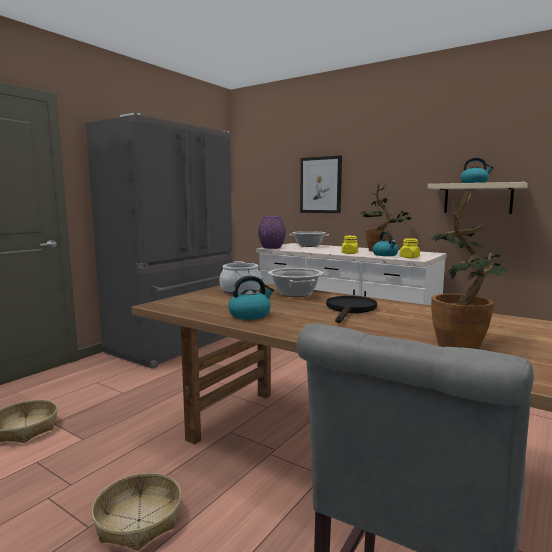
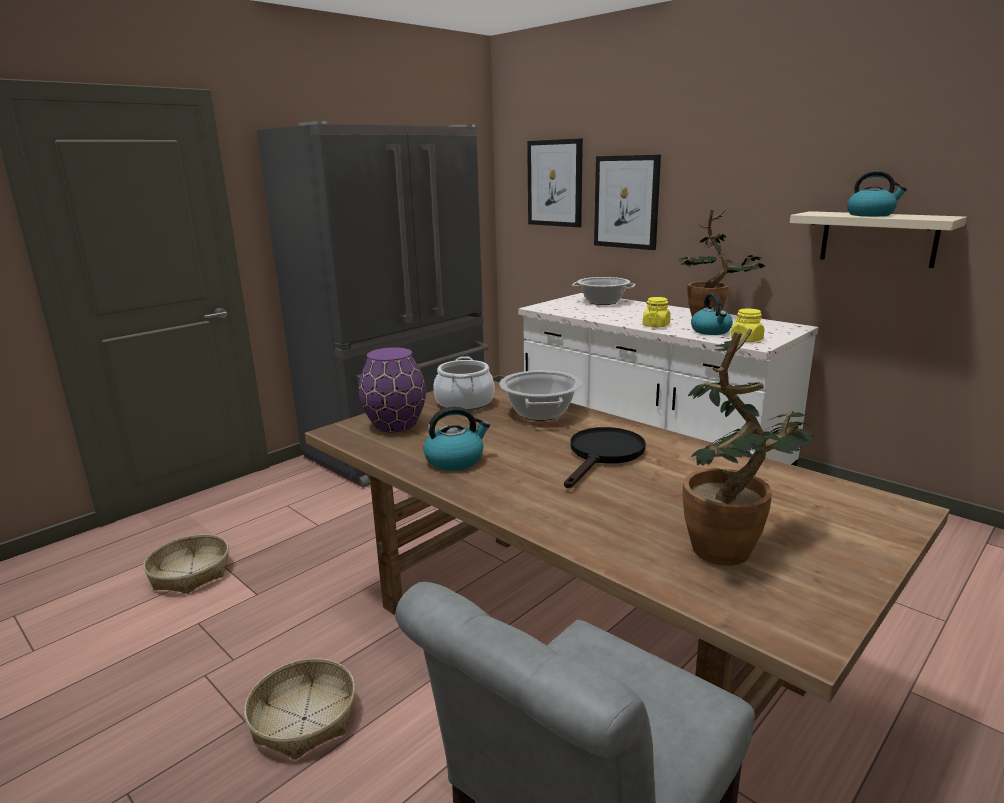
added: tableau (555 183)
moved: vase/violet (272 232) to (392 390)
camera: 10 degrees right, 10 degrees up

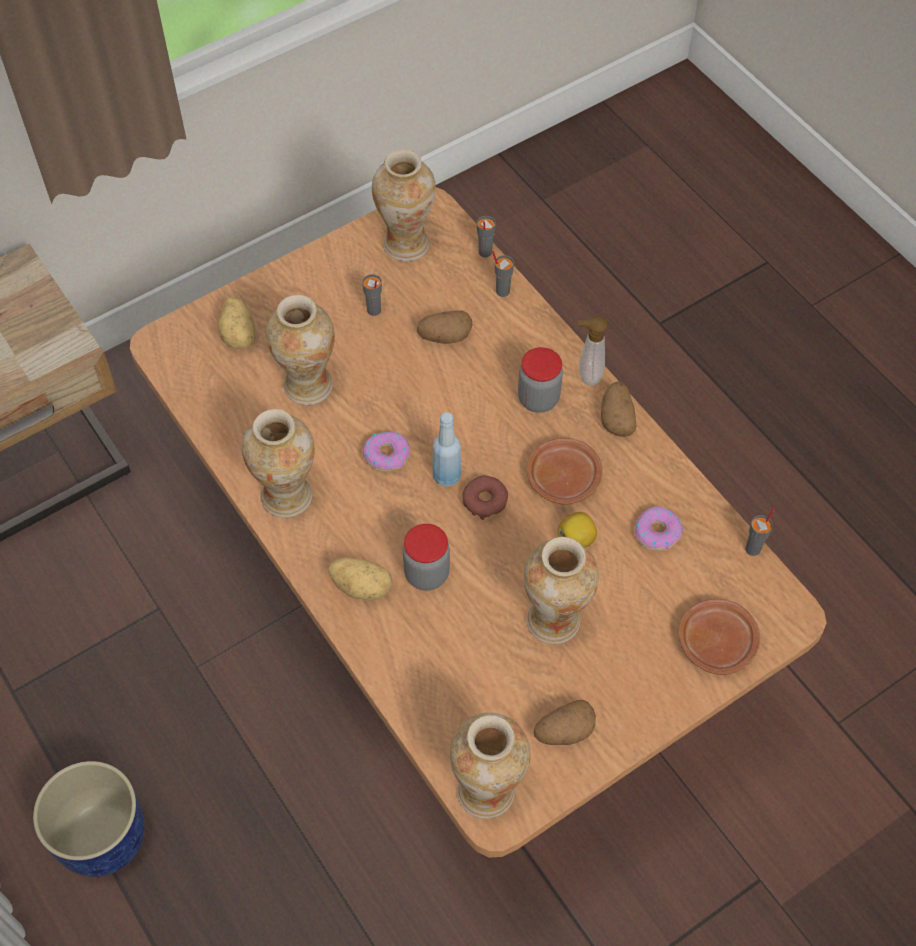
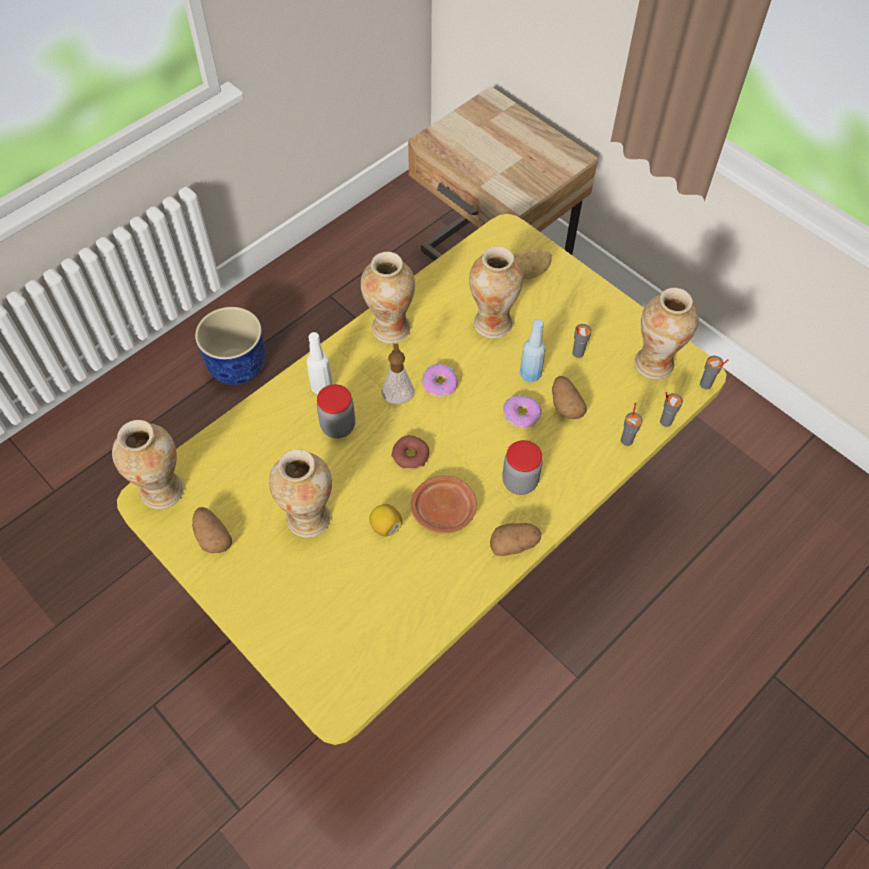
removed: assiette/marron (719 637)
moved: distributeur de savon (593 351) to (398 374); beignet (658 529) to (522 412); bouteille/bleu (446 449) to (533 350); tasse/gris (760 531) to (714 372)
replaced: pomme de terre (360 578) to bouteille/blanc (319 363)
recoloured: table à manger/marron (478 522) to table à manger/jaune (421 479)
camera: 80 degrees right, 0 degrees up

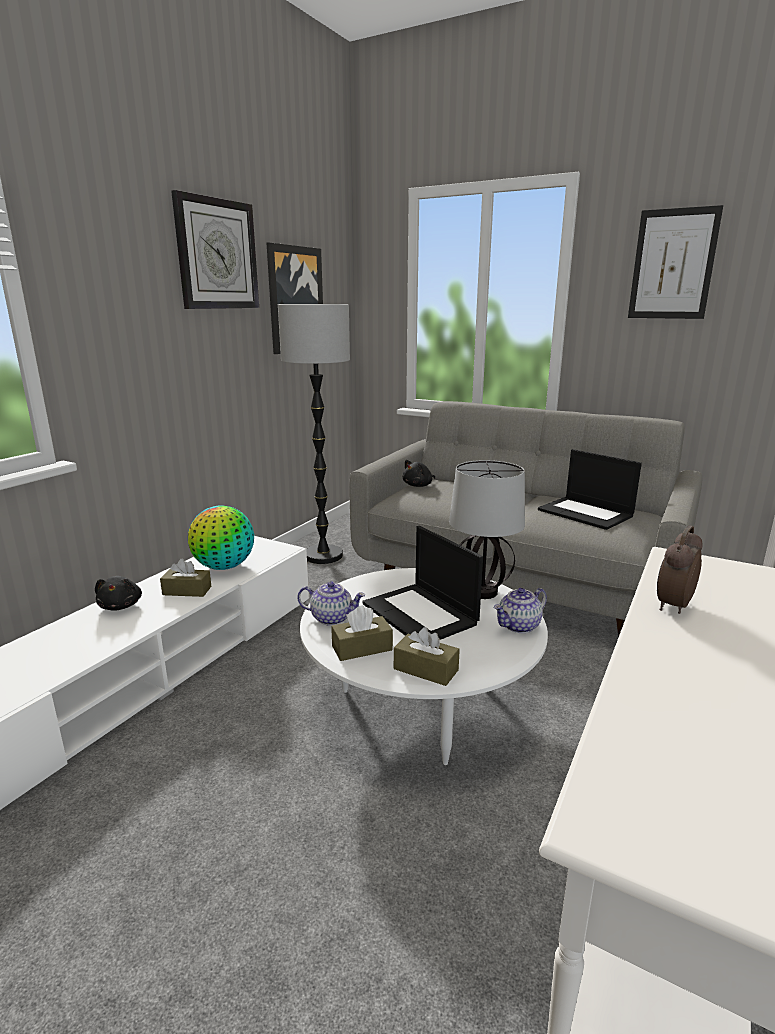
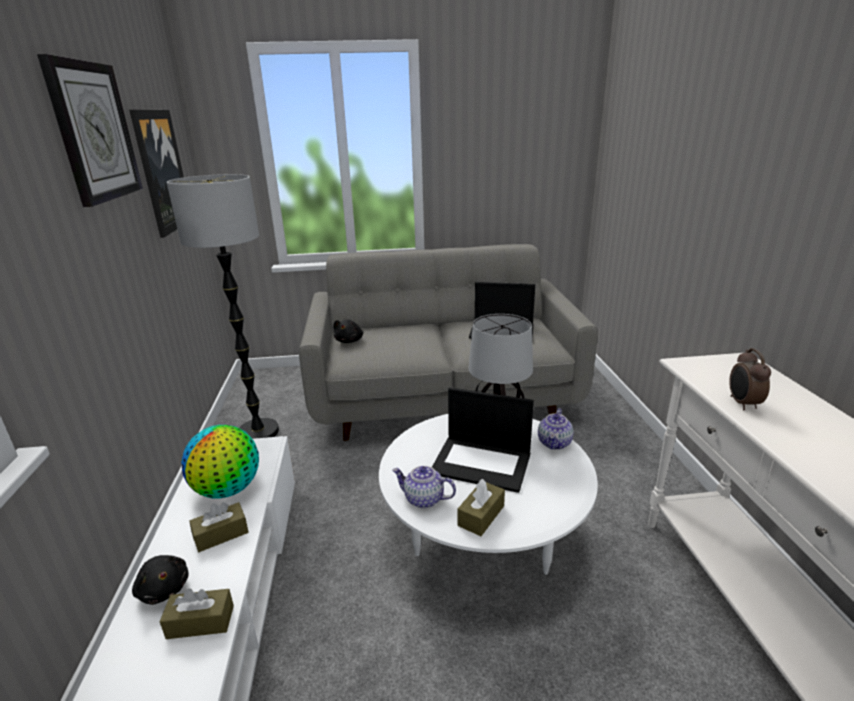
removed: tableau (675 262)
moved: boîte à mouchoirs/marron (427 656) to (197 614)
turned: théière (331 603) = (424 487) 135 degrees counterclockwise
camera: 35 degrees left, 5 degrees up

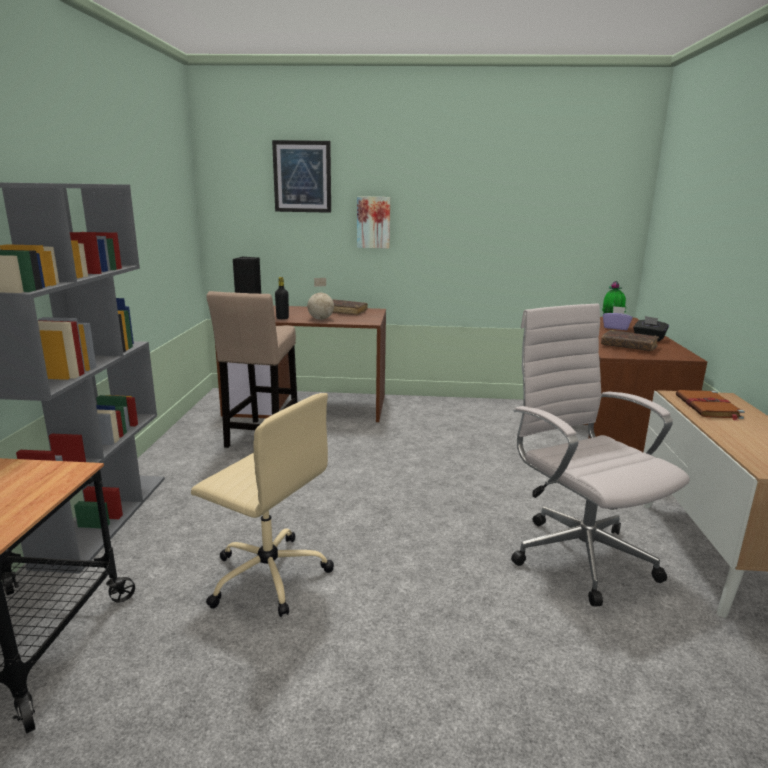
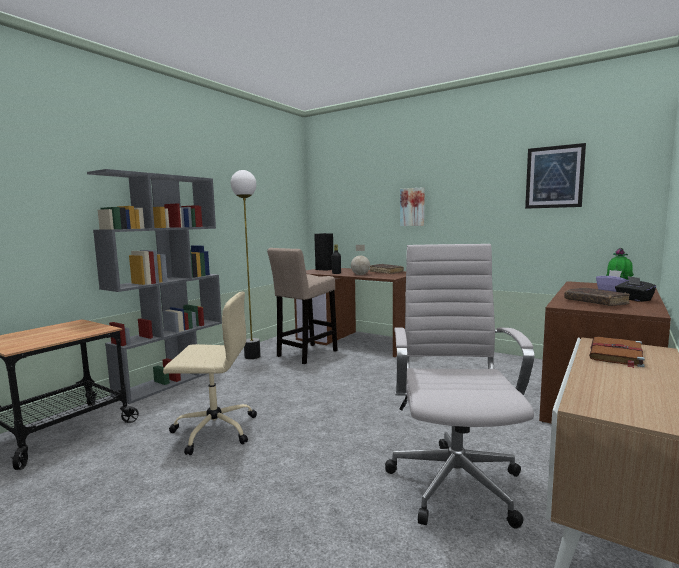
added: lampadaire (246 264)
moved: tableau (301 176) to (555 176)
turned: chaise de bureau/beige (262 505) = (210 373) 60 degrees counterclockwise
camera: 30 degrees right, 10 degrees down

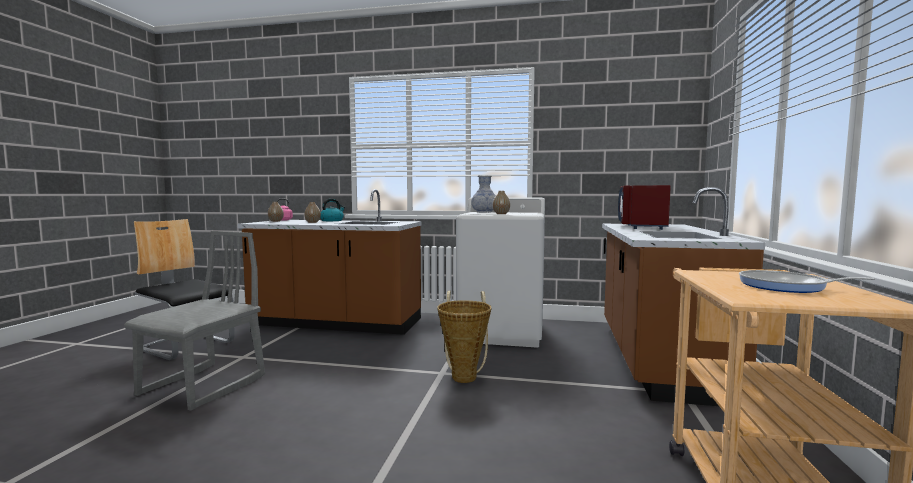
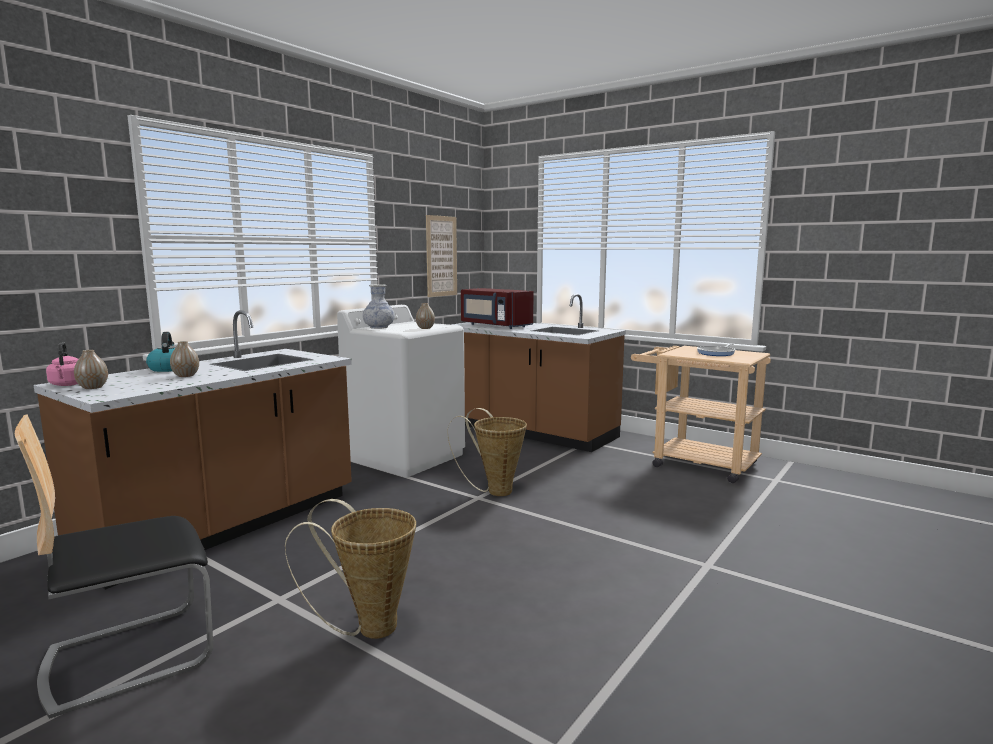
added: tableau (441 256)
replaced: chaise/gris (194 321) to panier (350 569)
camera: 65 degrees left, 5 degrees up

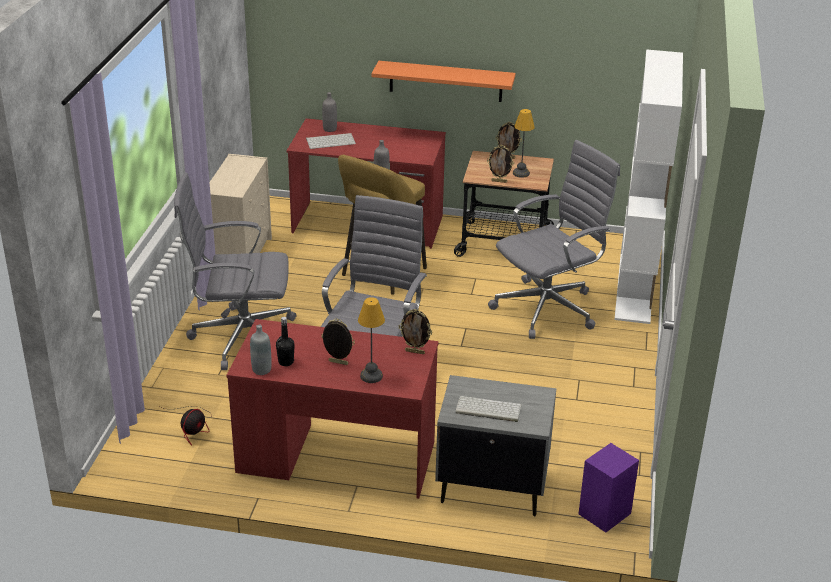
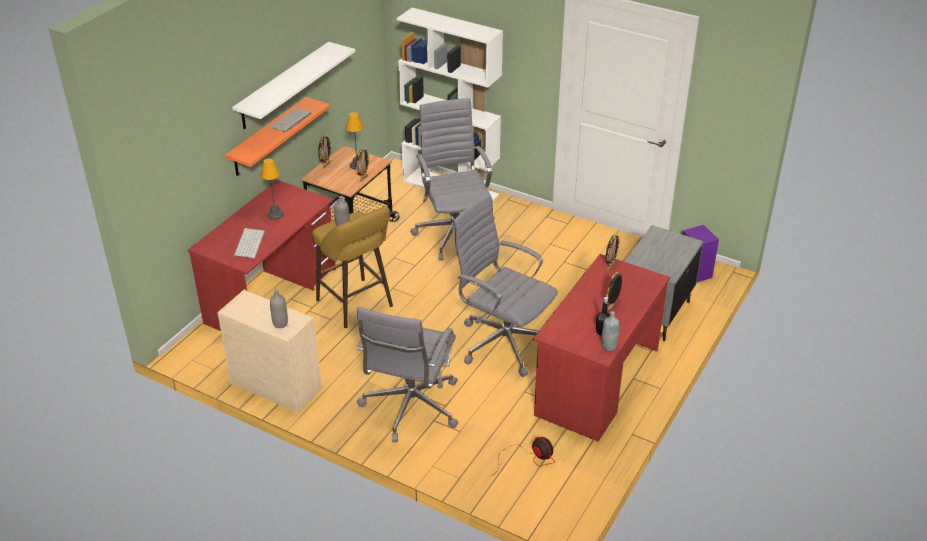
added: étagère/blanc (293 86)
moved: lampe de table (371 340) to (272 189); clavier (488 409) to (290 121); bouteille/gris (329 112) to (279 308)
camera: 70 degrees left, 5 degrees up

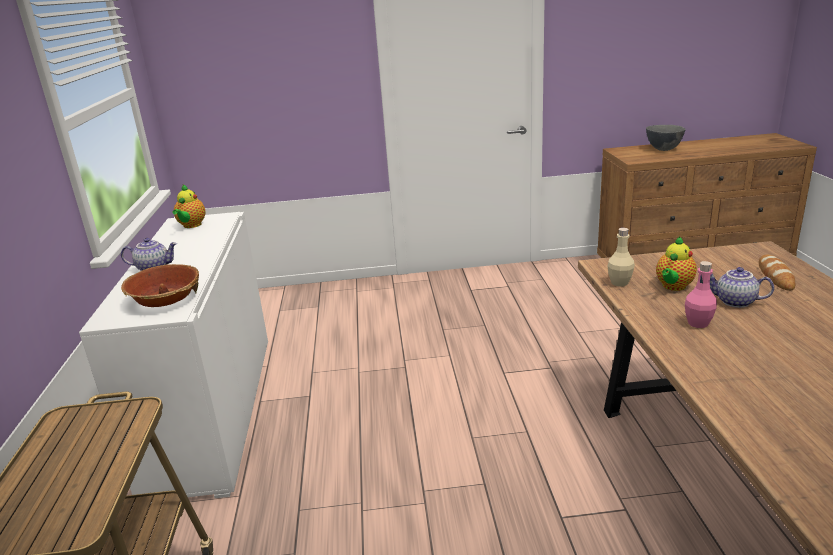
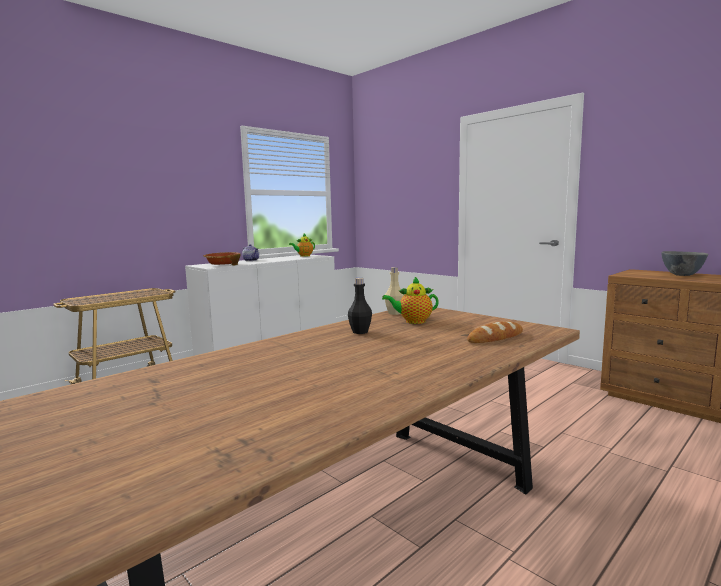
removed: théière (742 287)
recoloured: bouteille/rose (701 294) to bouteille/noir (360 306)
camera: 50 degrees right, 15 degrees down

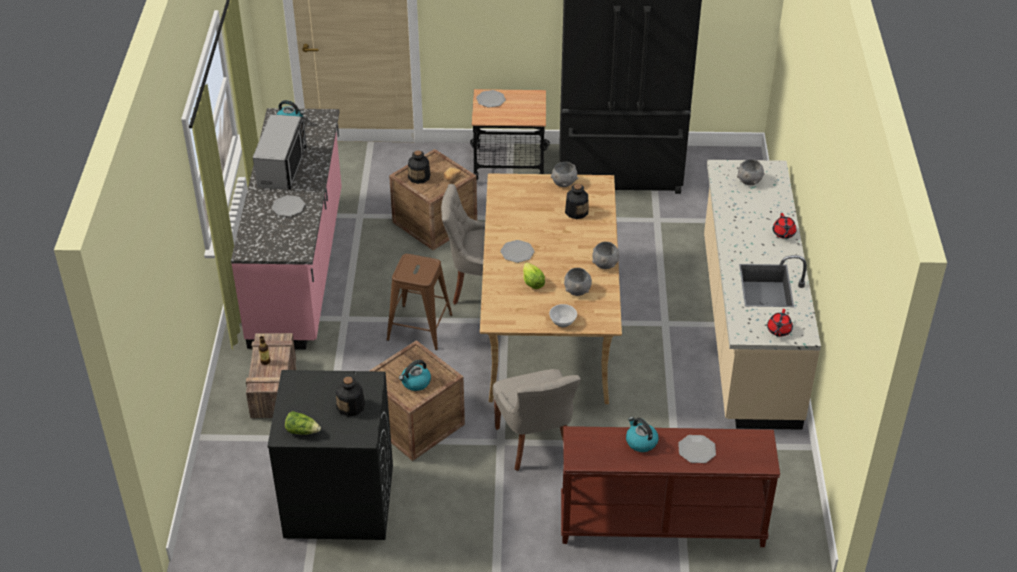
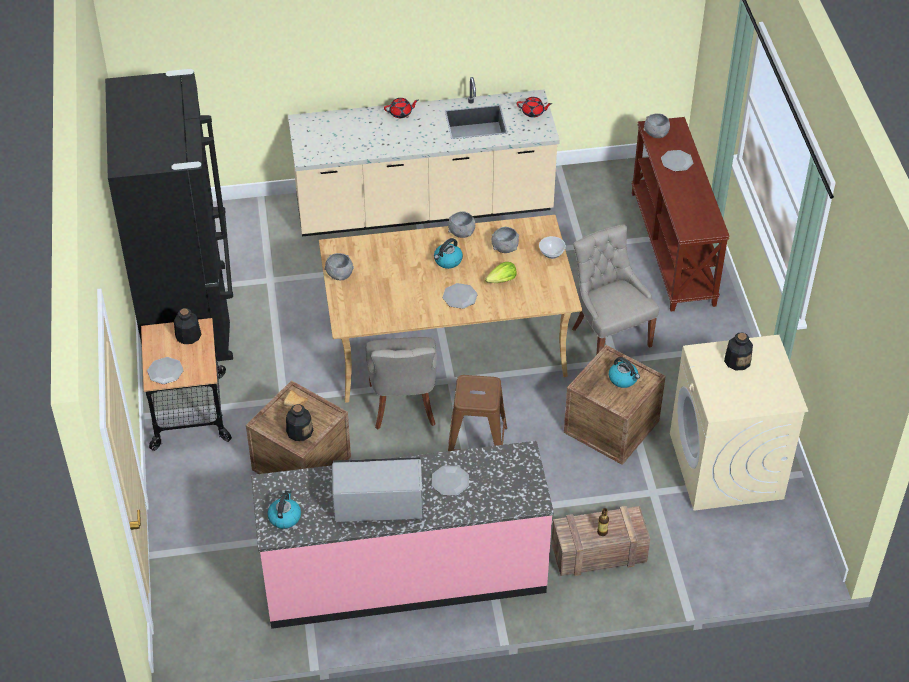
removed: laitue (303 423)
moved: bouteille (577 201) to (187 326); bouilloire (642 434) to (448 253); bol/gris (751 172) to (656 125)
recoloured: lave-linge/noir (330 455) to lave-linge/beige (739 423)
turned: chaise/gris (537 420) = (615 289) 90 degrees counterclockwise
camera: 100 degrees left, 5 degrees up

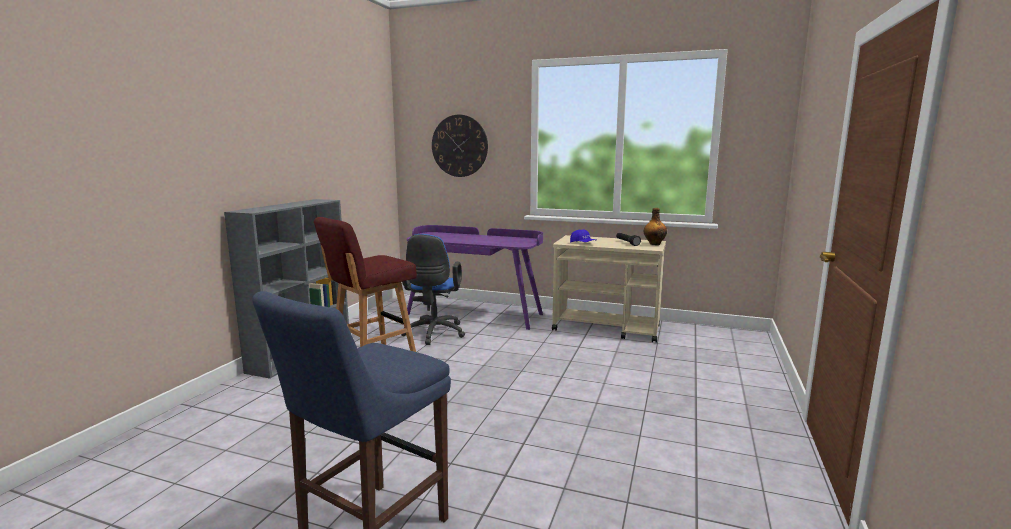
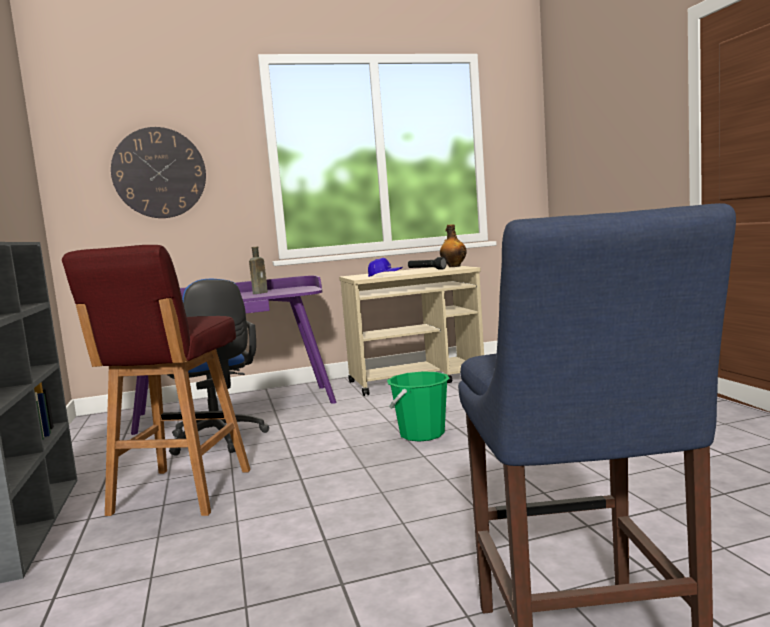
added: bouteille/marron (258 270); seau/vert (418 406)
camera: 35 degrees left, 5 degrees down

